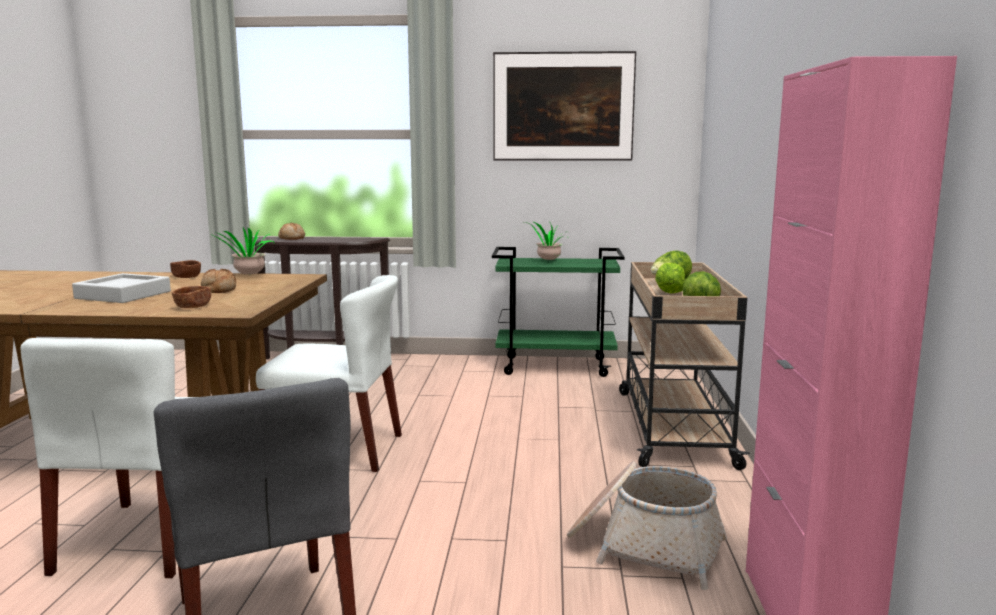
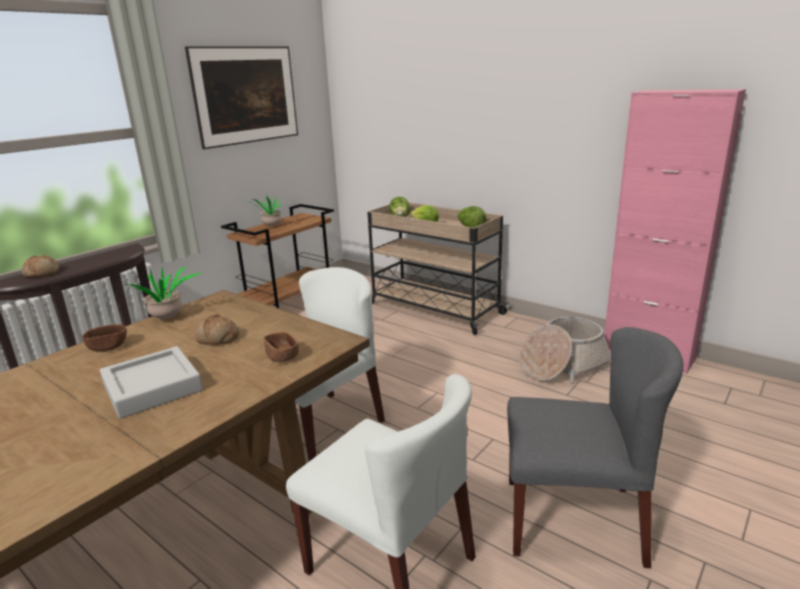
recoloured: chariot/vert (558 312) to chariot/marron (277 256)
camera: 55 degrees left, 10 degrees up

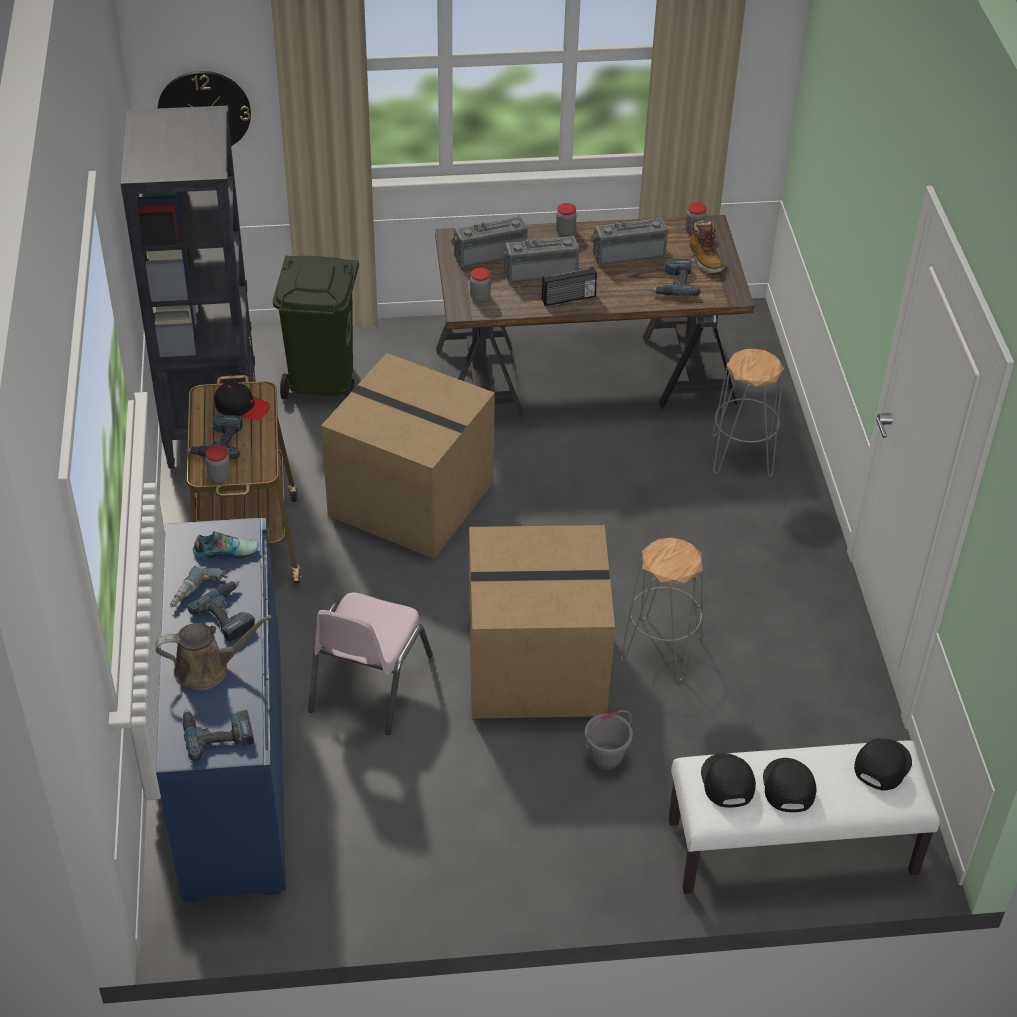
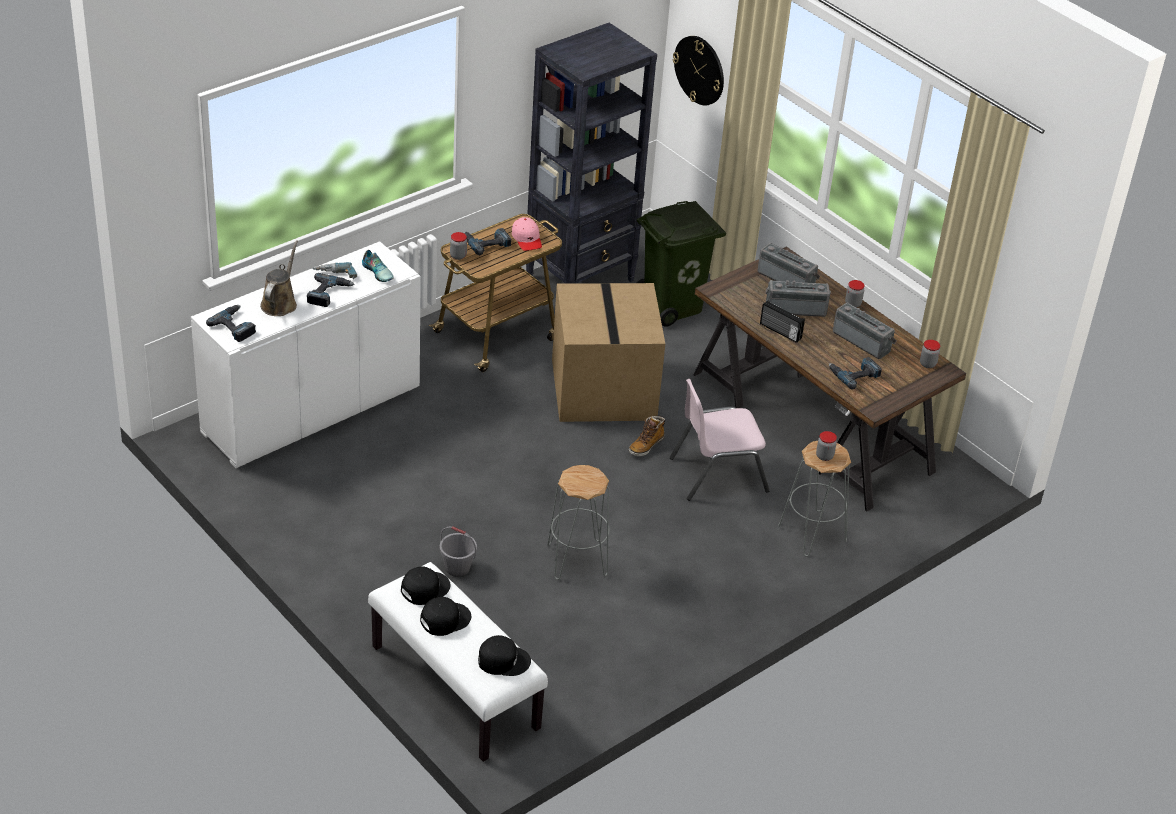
removed: carton (542 622)
moved: botte (707 246) to (647 436); chaise/rose (370 663) to (720 440); bocal (480 285) to (826 446)
recoloured: meuble de rangement/bleu (221 710) to meuble de rangement/blanc (306 354); casquette/noir (242 401) to casquette/rose (527 234)
turned: arrosoir/marron (213 652) = (279 278) 120 degrees counterclockwise; radio (540 259) = (798 298) 45 degrees counterclockwise
camera: 55 degrees right, 5 degrees down

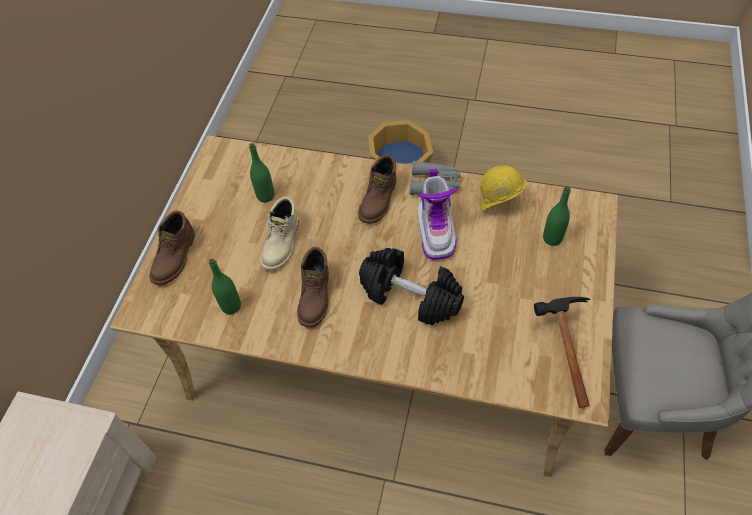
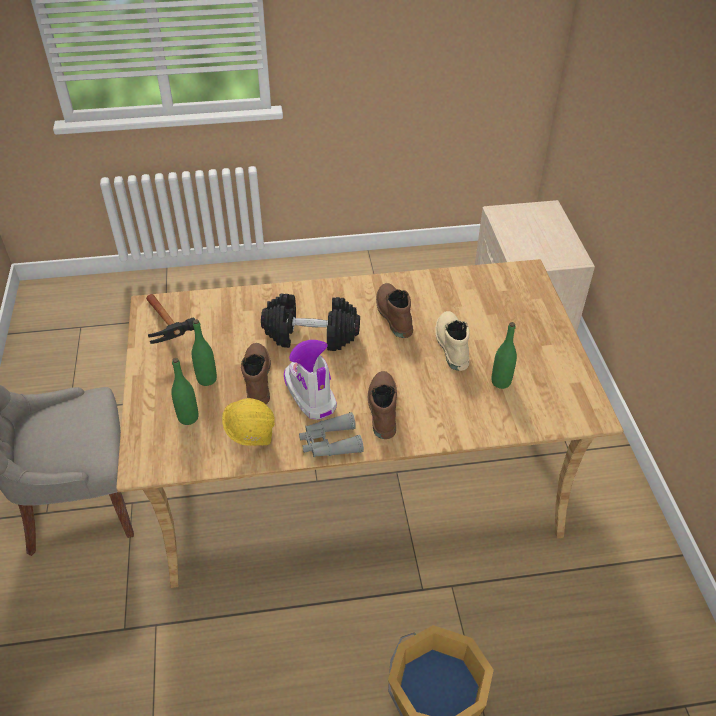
moved: bouteille/vert (225 286) to (204 352); botte/marron (172 247) to (256 373)
camera: 155 degrees right, 10 degrees down

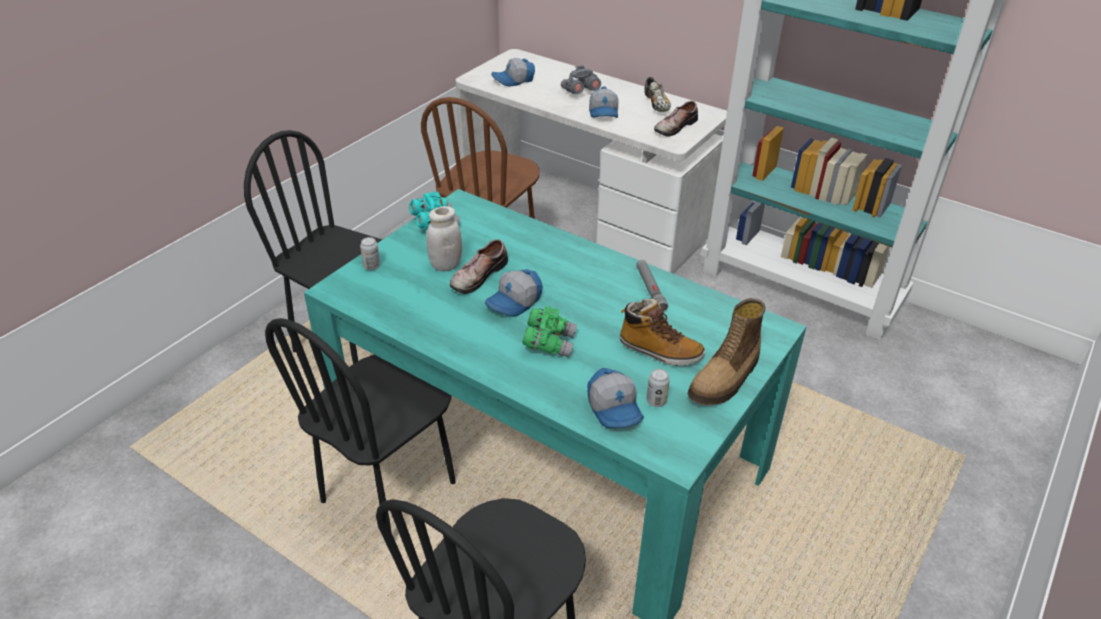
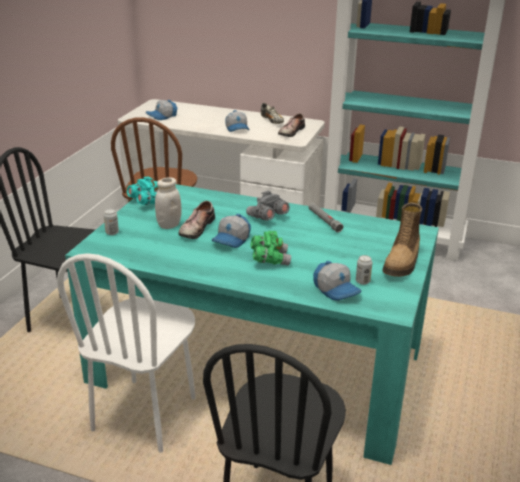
removed: botte (662 332)
moved: jumelles/gris (581 79) to (268 206)
recoloured: chaise/noir (360 424) to chaise/blanc (126 353)
camera: 15 degrees left, 10 degrees down

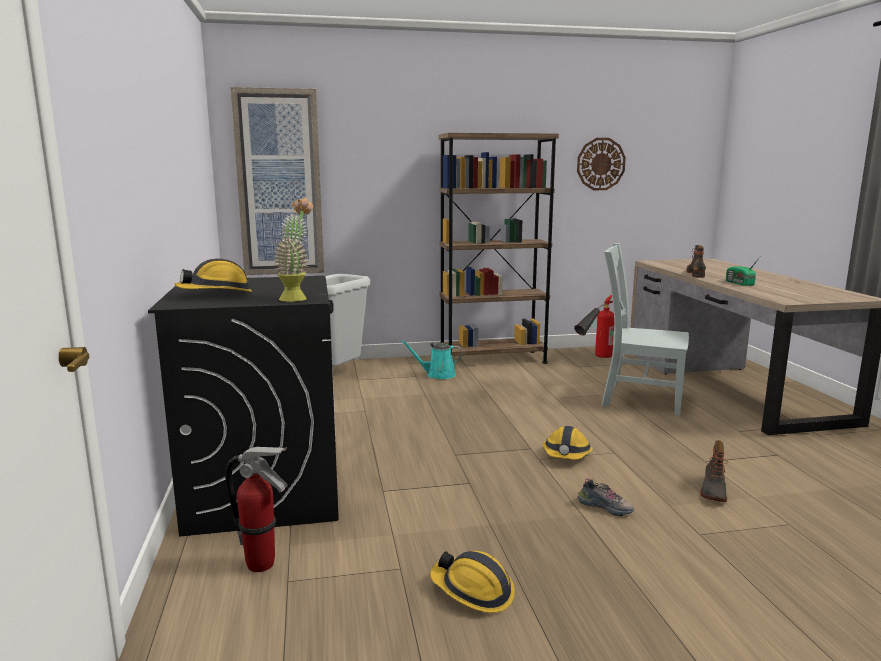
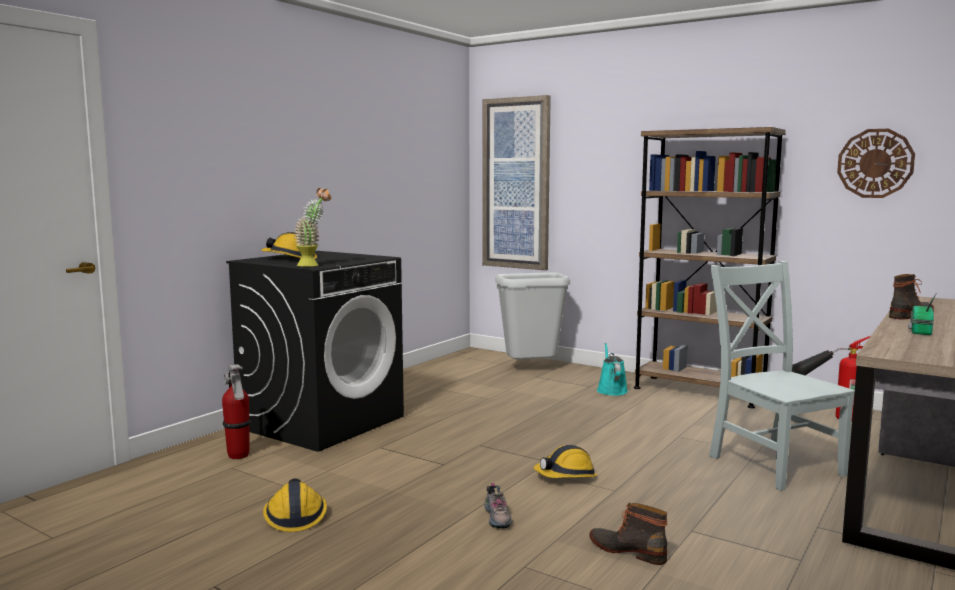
turned: botte (714 471) = (628 534) 60 degrees clockwise; arrosoir/turquoise (432 359) = (612 369) 45 degrees clockwise
camera: 45 degrees right, 5 degrees down

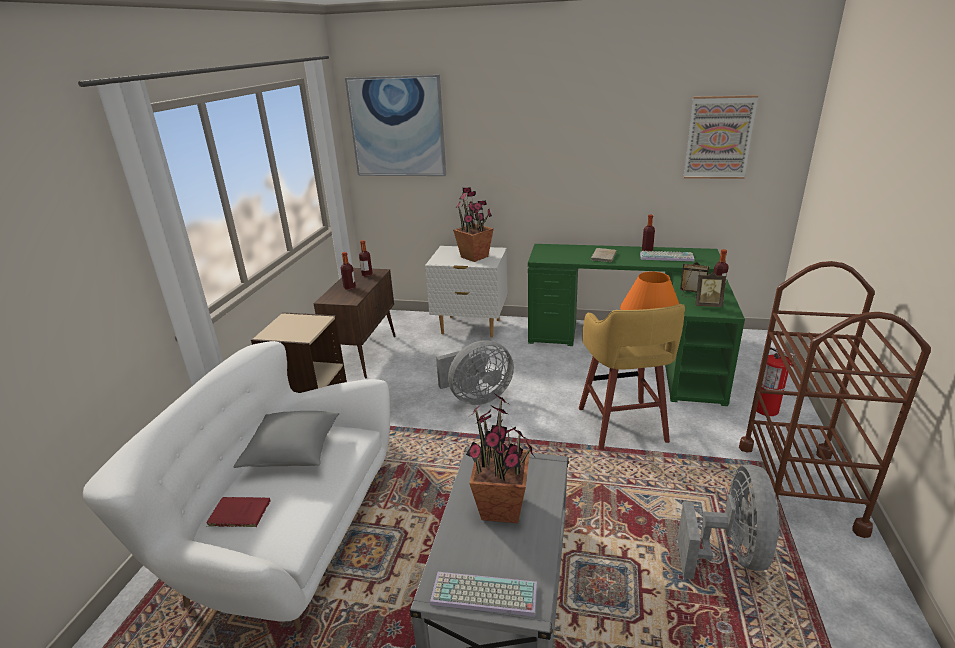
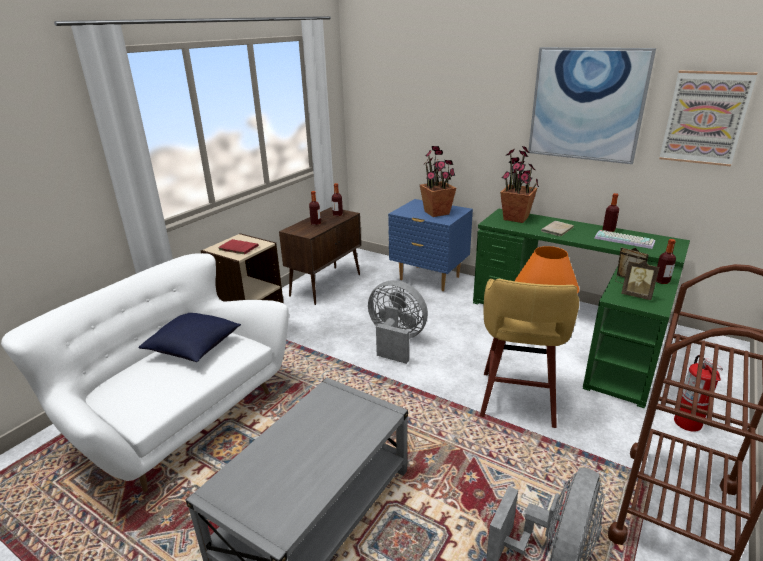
removed: clavier (483 594)
moved: livre/rouge (239 512) to (238 247); plante en pot (500 457) to (519 184); tableau (395 125) to (592 105)
recoloured: coussin/gris (286 439) to coussin/bleu (189 337); table de chevet/blanc (466 291) to table de chevet/bleu (430 245)
turned: ventilateur/gris (475 373) = (398 322) 150 degrees counterclockwise
camera: 20 degrees right, 0 degrees up

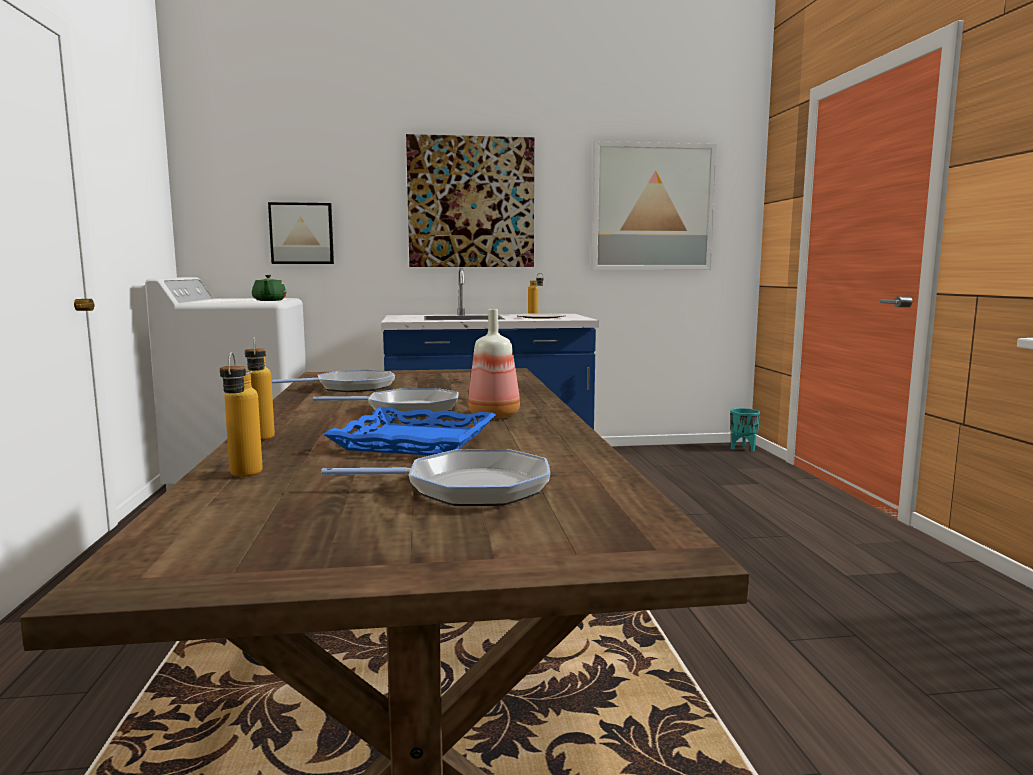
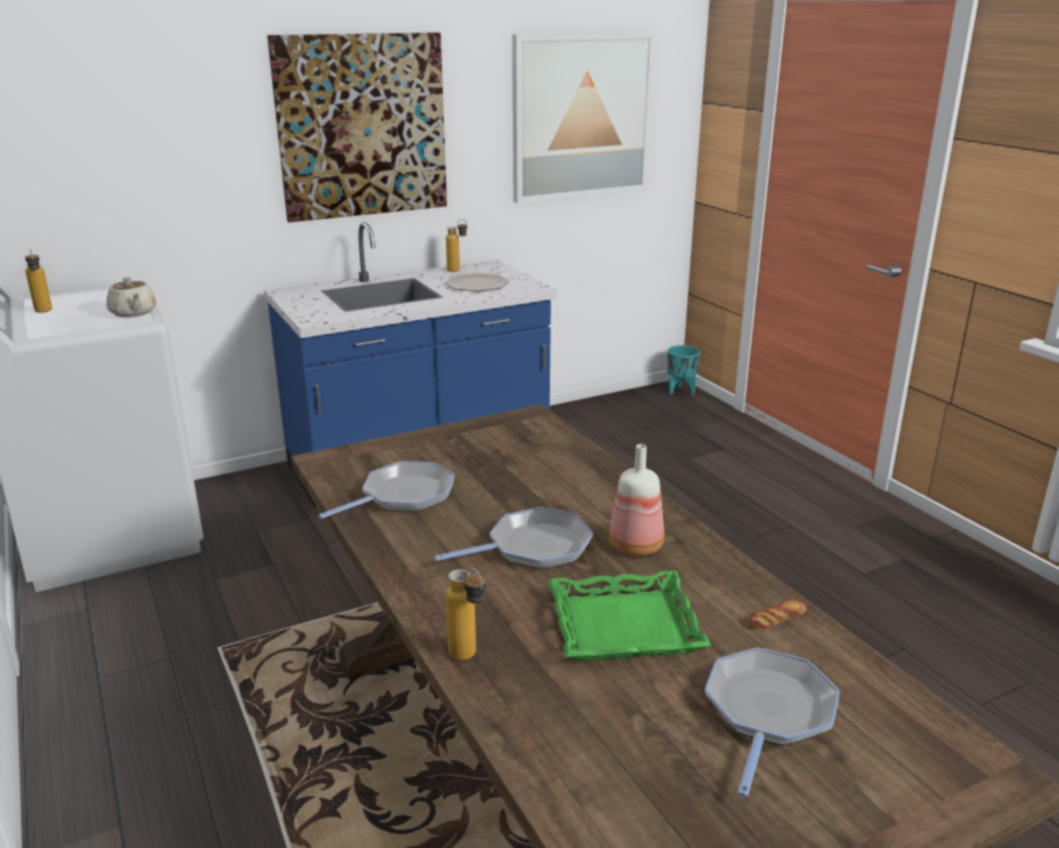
removed: tableau (301 233)
added: pain (776 614)
moved: bouteille (241 414) to (38 281)
recoloured: théière/vert (269 288) to théière/beige (131 297); plateau/bleu (409 431) to plateau/vert (629 616)
turned: poêle (435 477) = (772 722) 45 degrees counterclockwise
camera: 20 degrees left, 15 degrees up

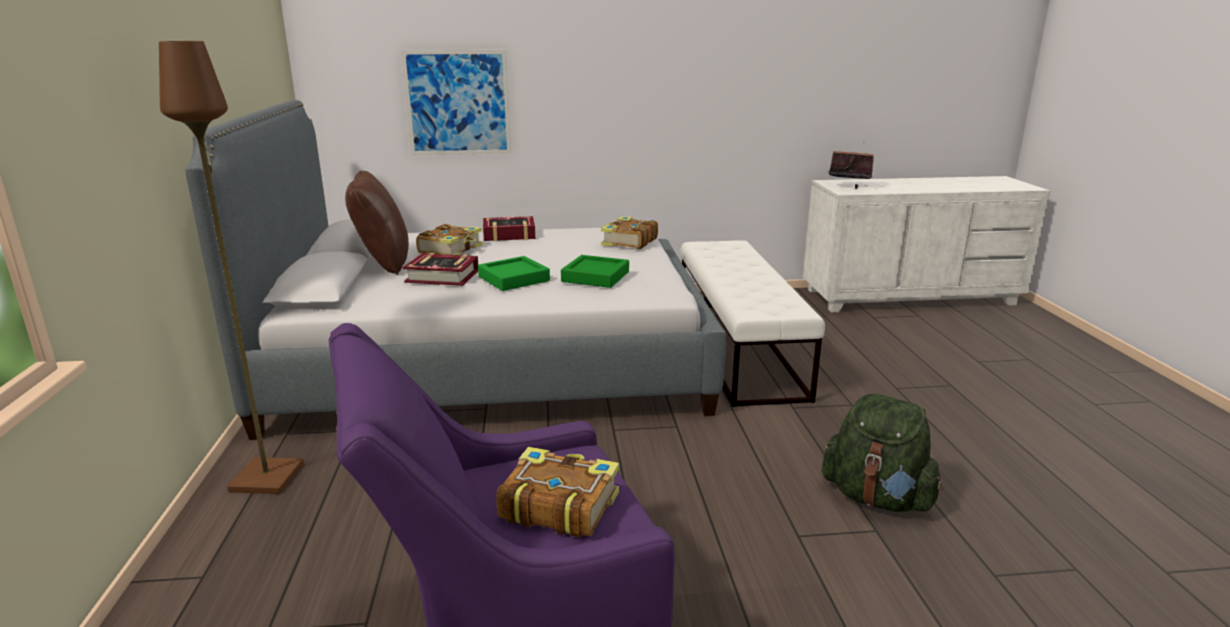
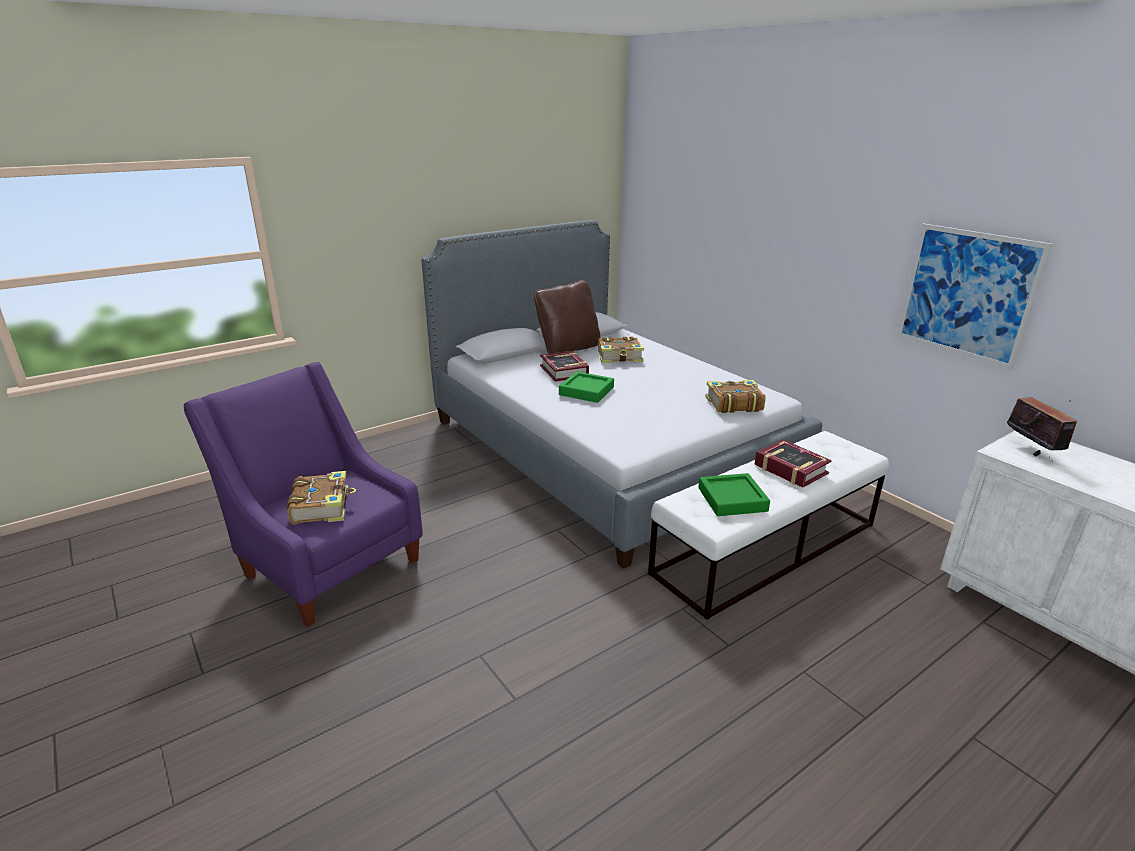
removed: lampadaire/marron (231 267); sac à dos/vert (882 453)
moved: plateau/vert (595 271) to (734 494); livre (509 228) to (793 464); tableau (456 102) to (975 296)
camera: 60 degrees right, 5 degrees up

